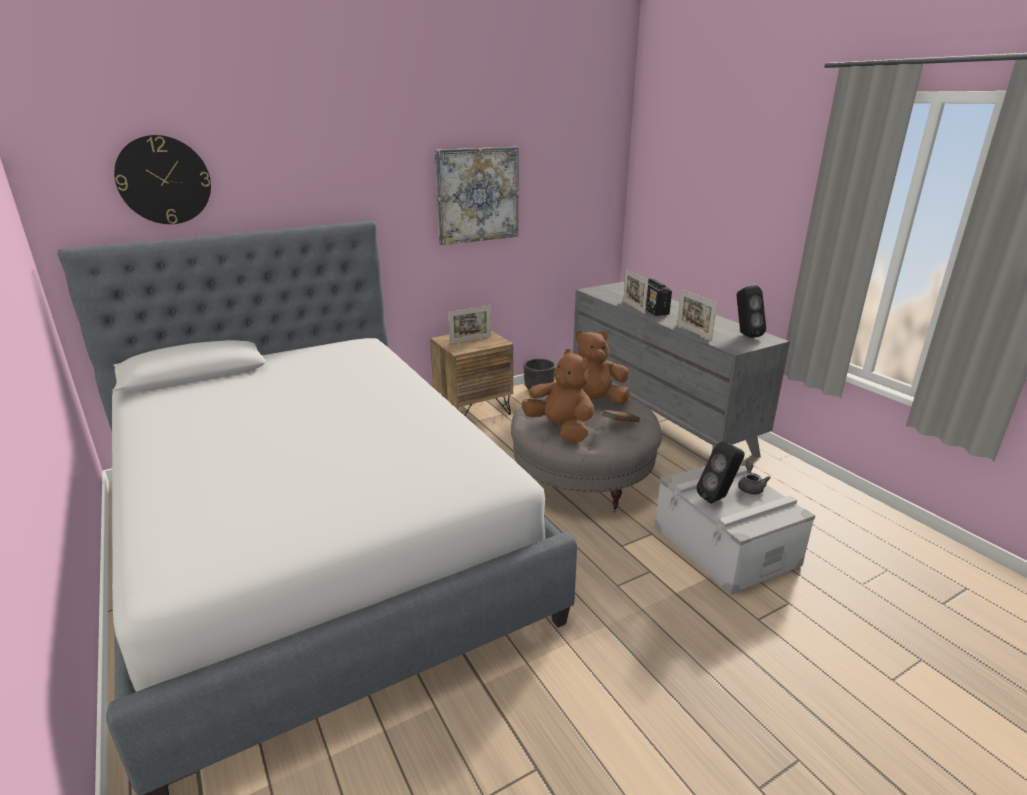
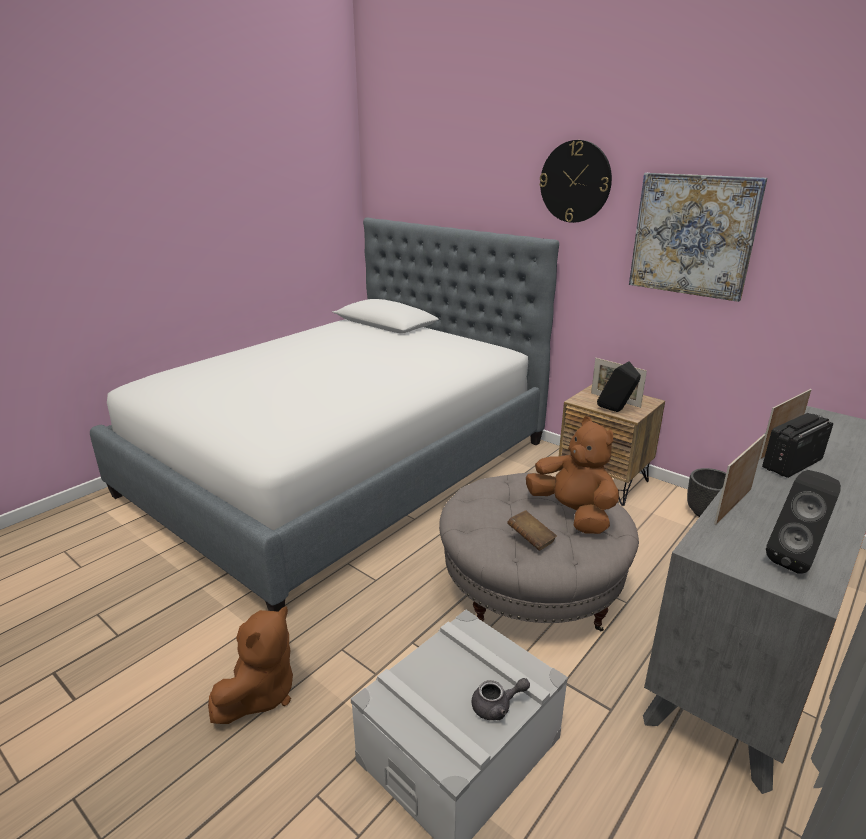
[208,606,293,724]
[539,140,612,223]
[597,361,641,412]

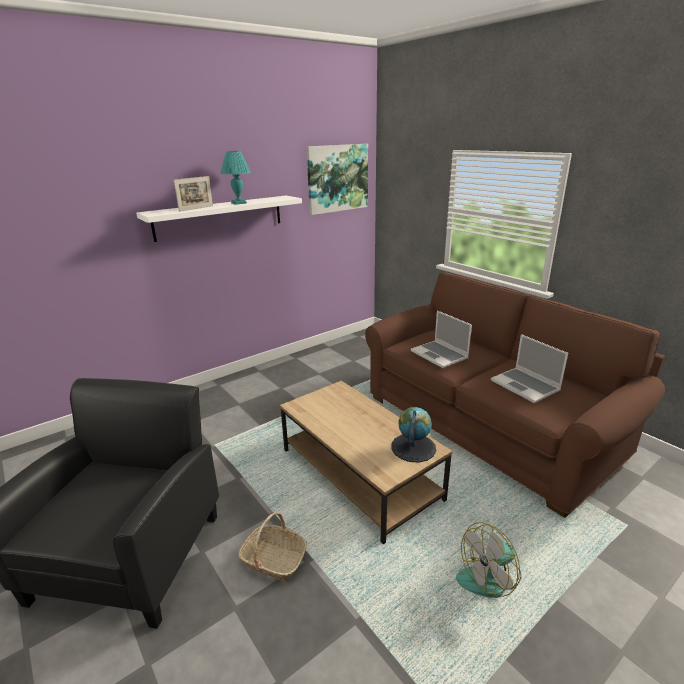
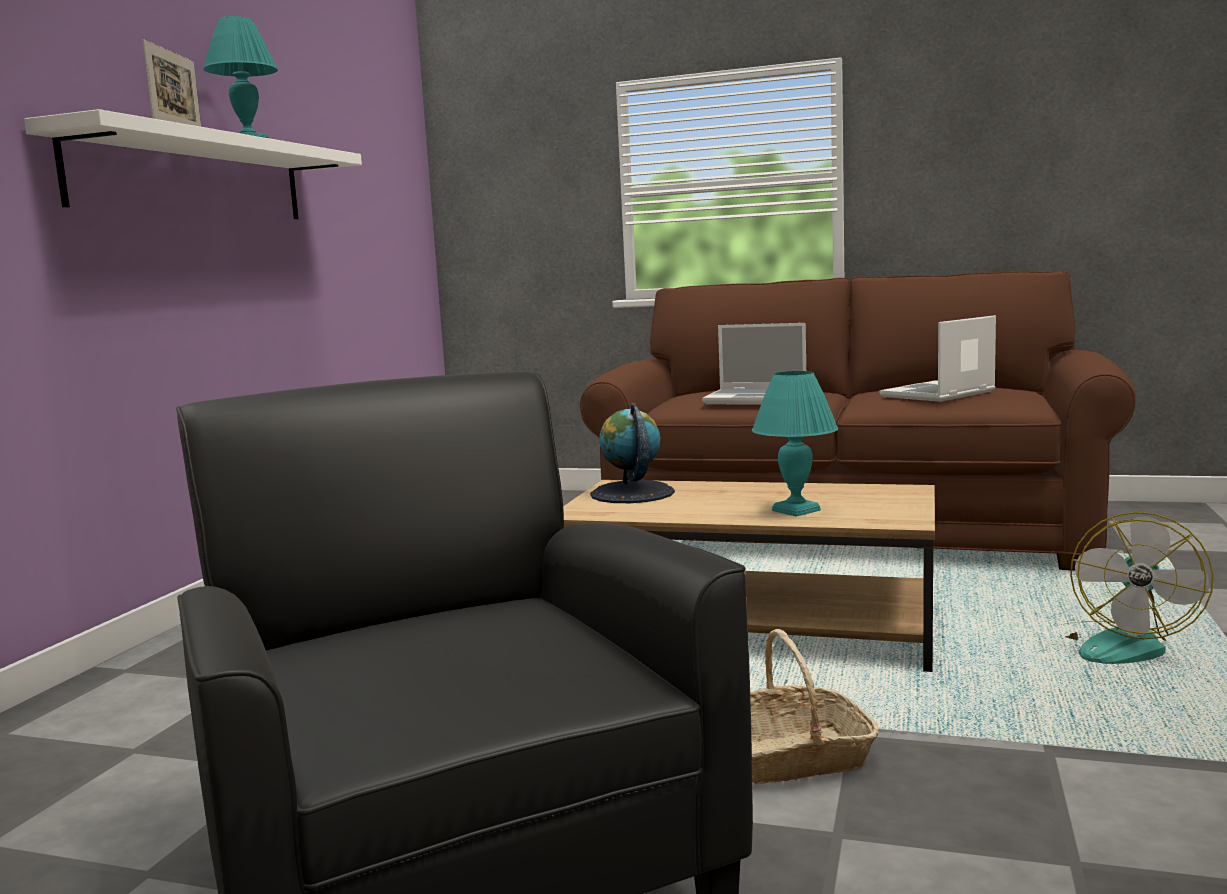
[590,403,675,503]
[752,371,838,517]
[880,315,996,402]
[306,144,368,215] (first image)

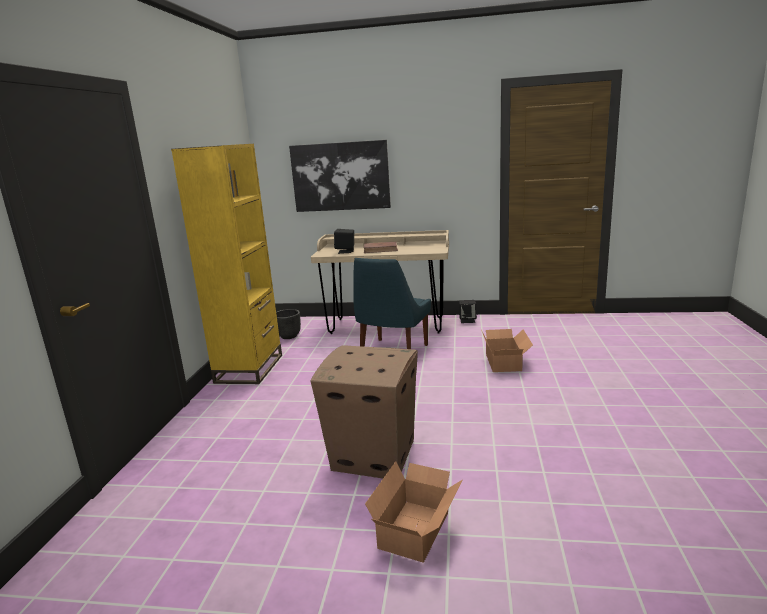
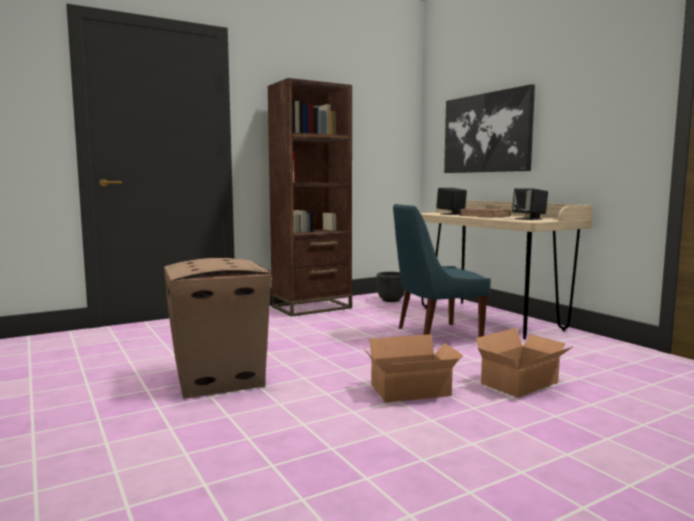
[267,78,352,317]
[364,334,463,403]
[512,188,548,220]

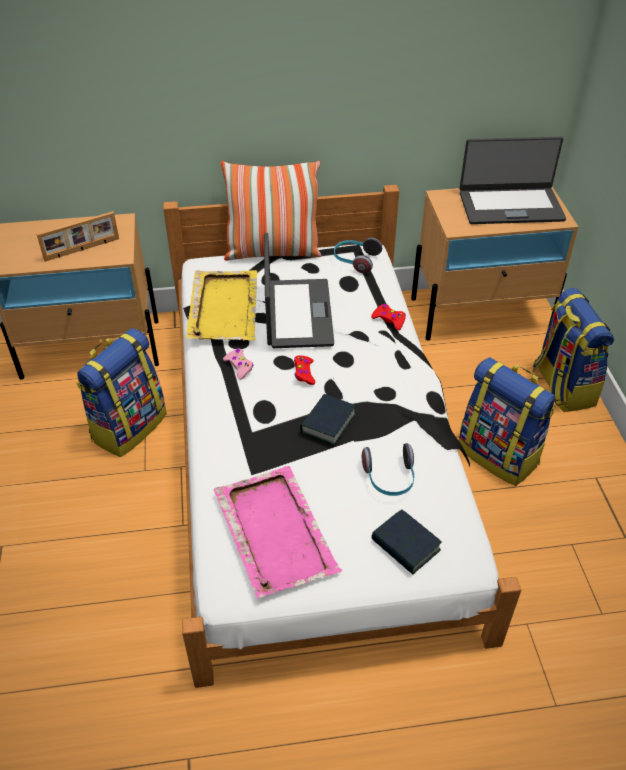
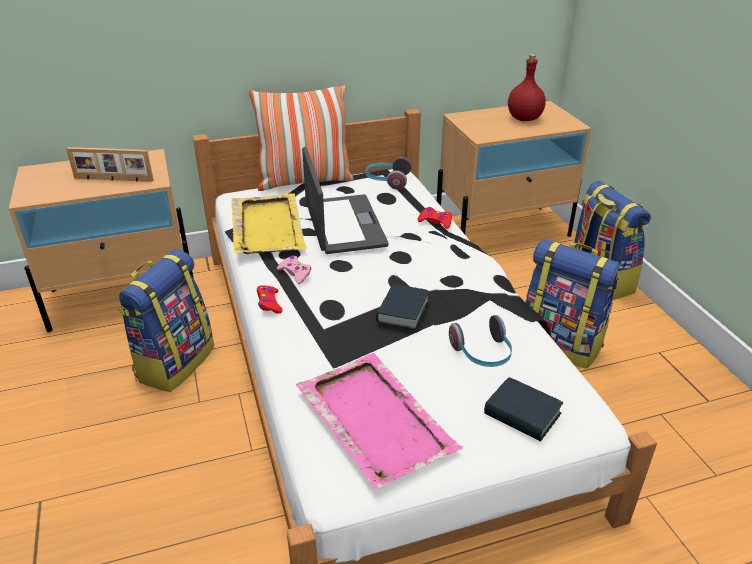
[66,147,154,182]
[257,286,282,314]
[508,54,546,121]

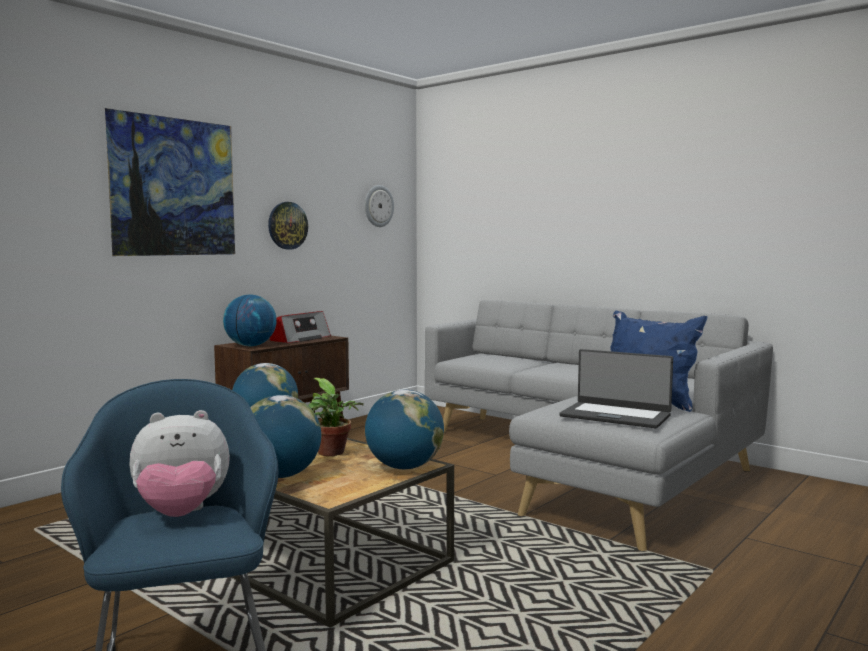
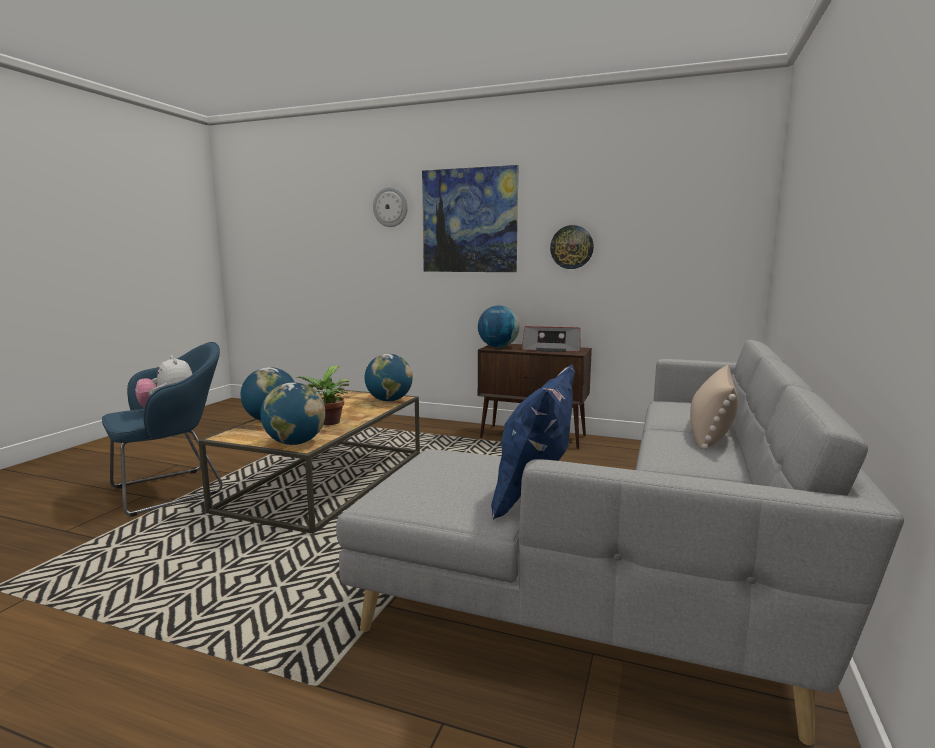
[373,187,408,227]
[690,365,738,450]
[560,349,673,428] (first image)

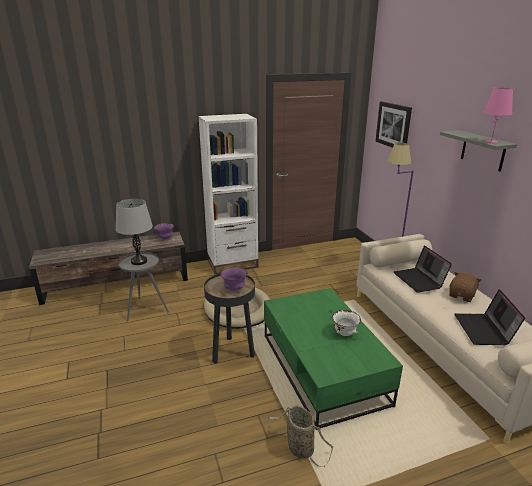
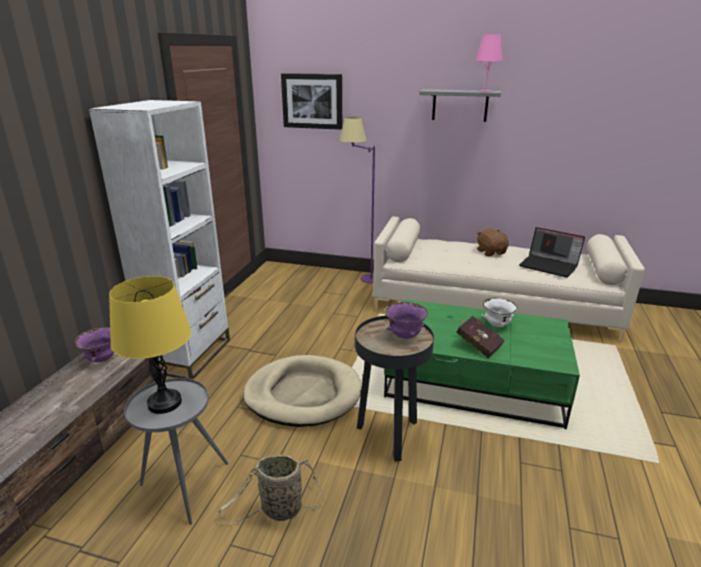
[109,276,191,414]
[217,455,324,523]
[456,316,505,358]
[394,245,452,293] (first image)

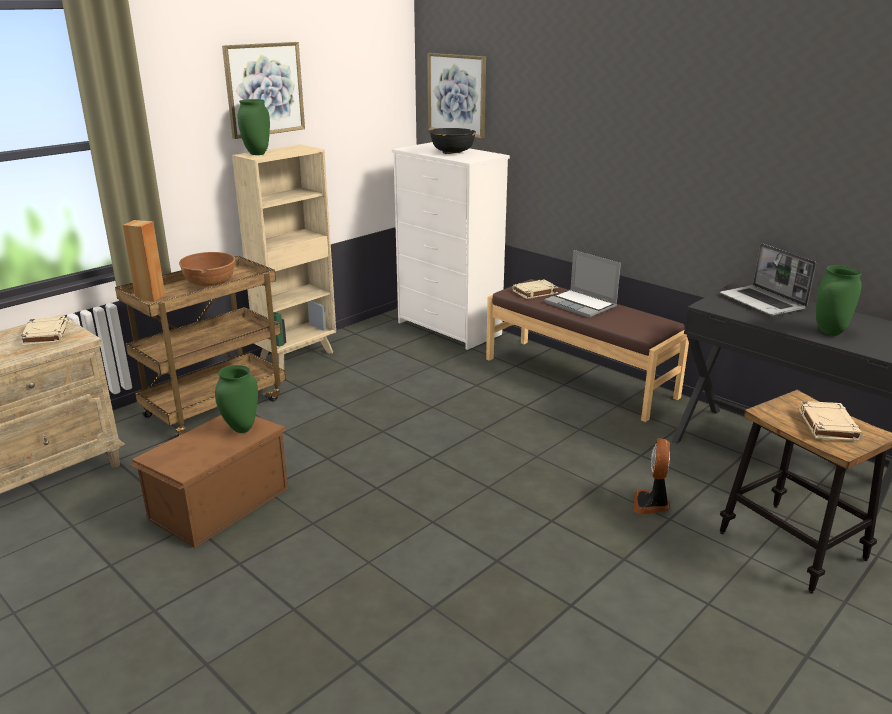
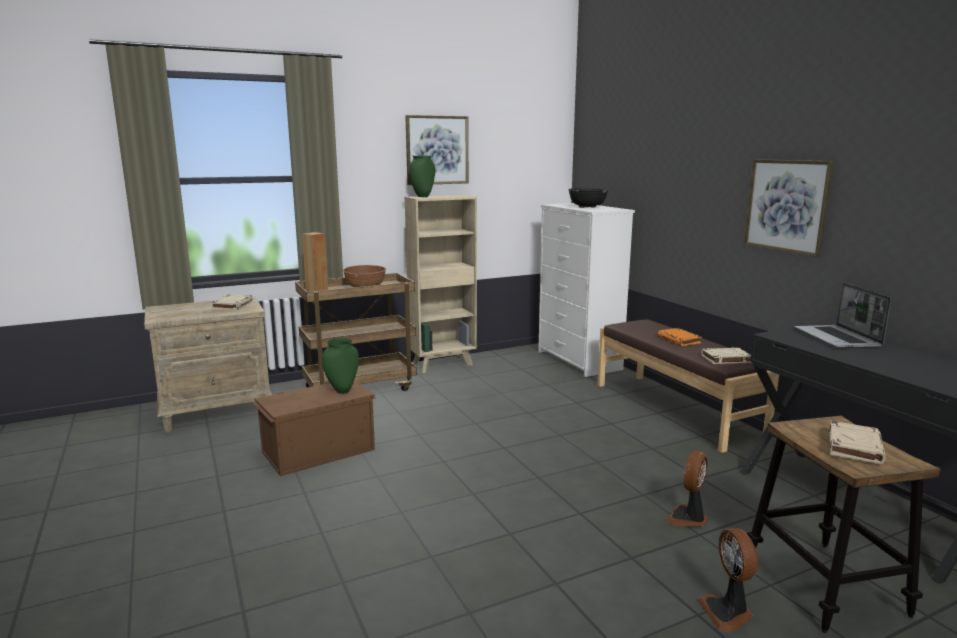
[657,328,702,346]
[697,528,758,632]
[701,348,751,364]
[744,159,834,257]
[816,265,861,336] (first image)

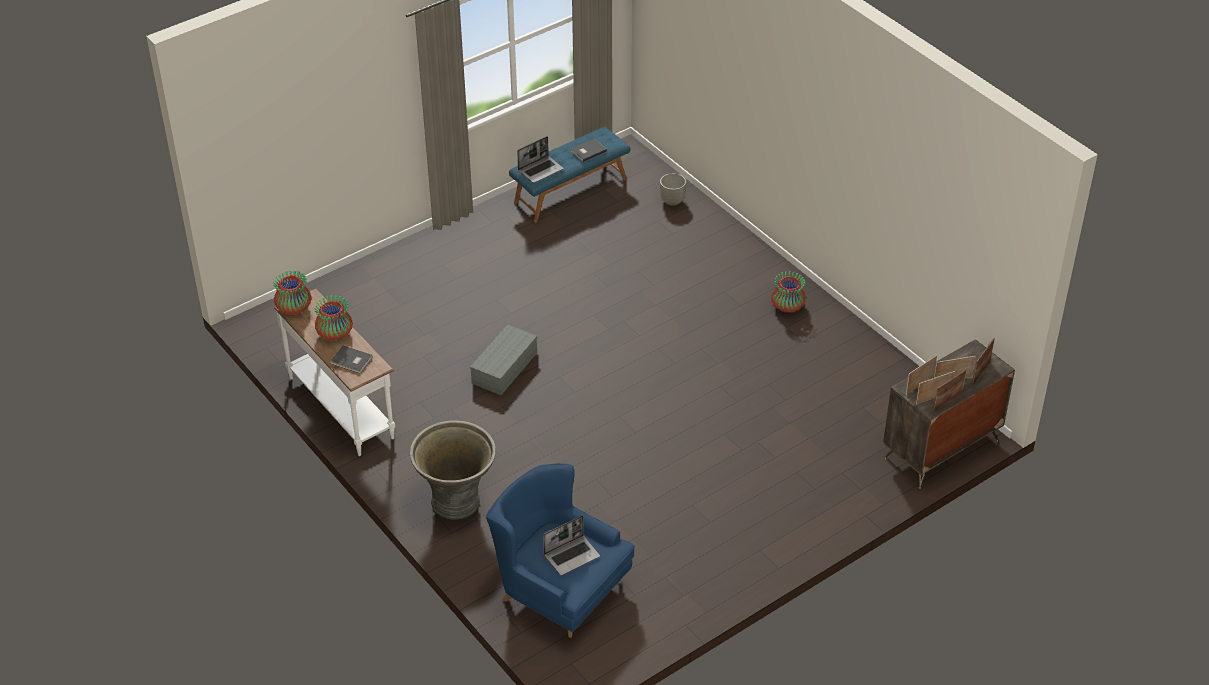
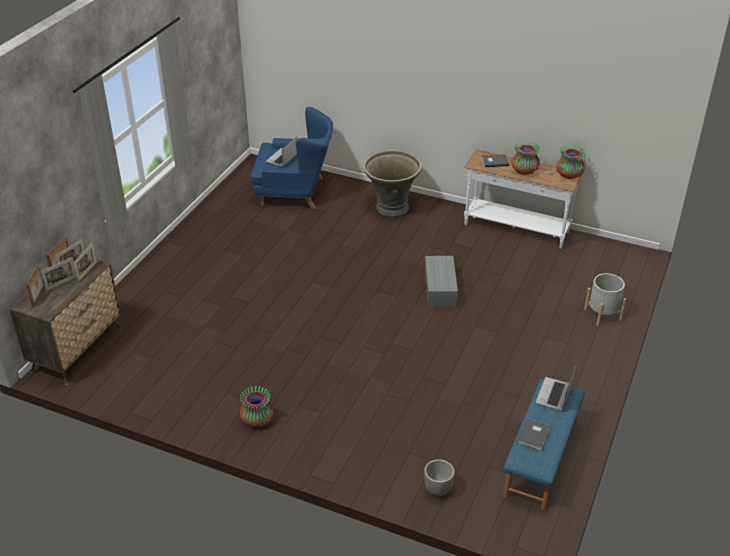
[584,273,626,326]

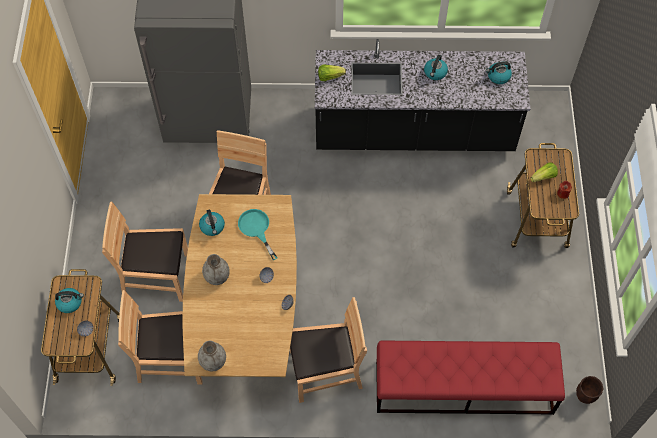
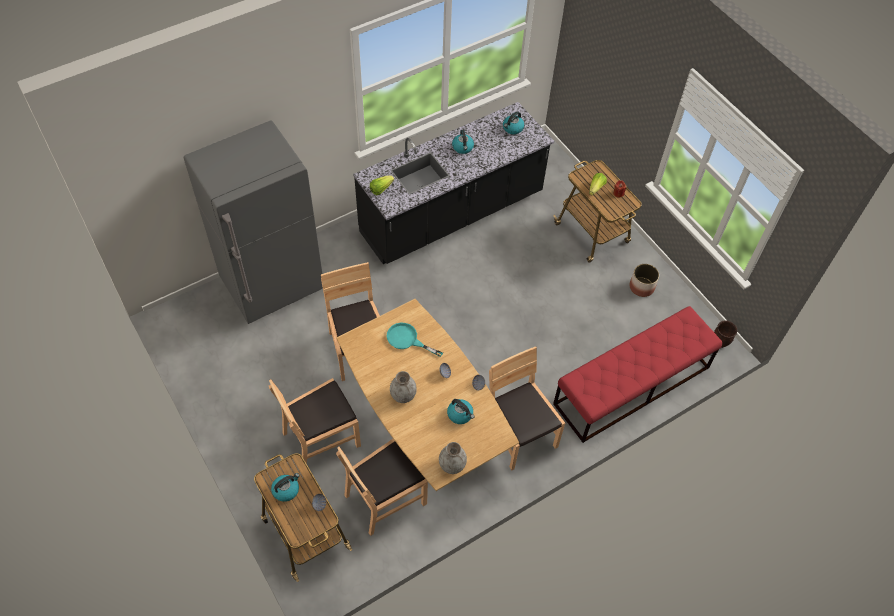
[447,399,475,424]
[489,346,565,471]
[629,264,659,297]

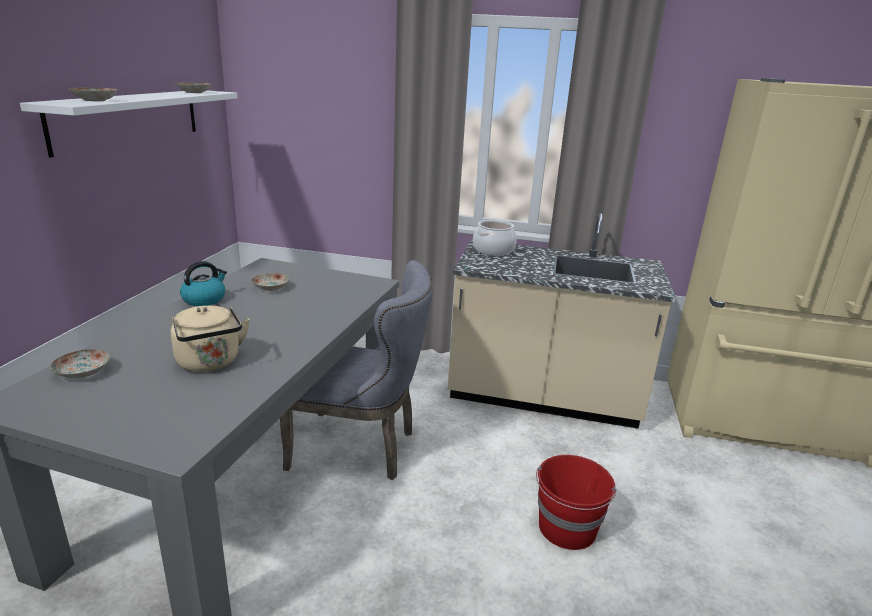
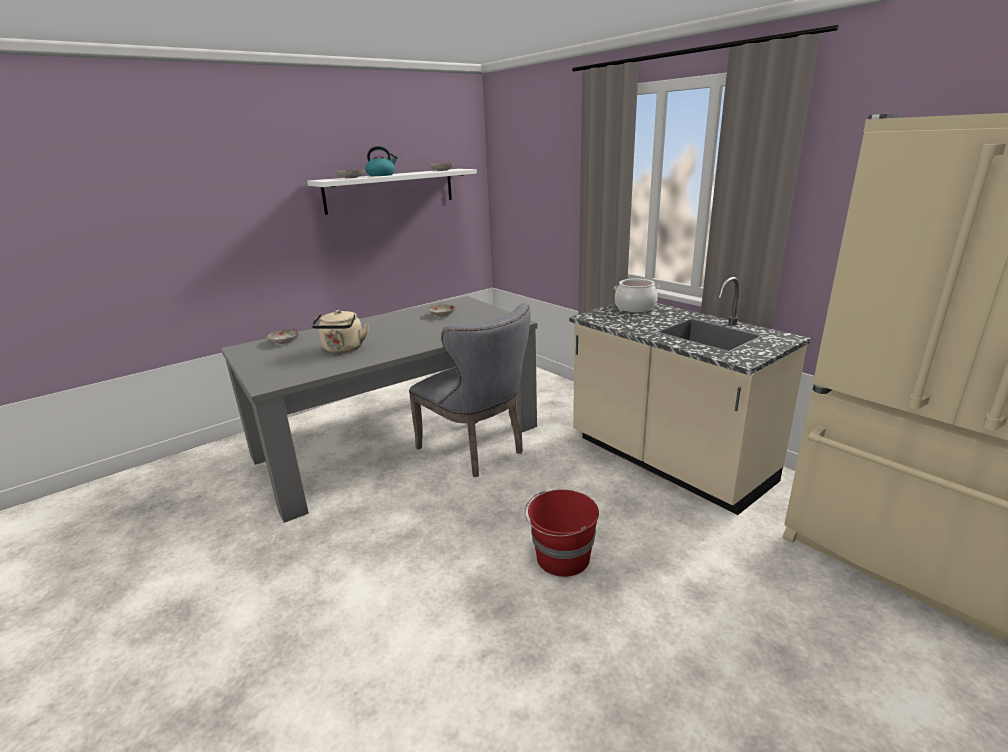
[366,146,398,176]

